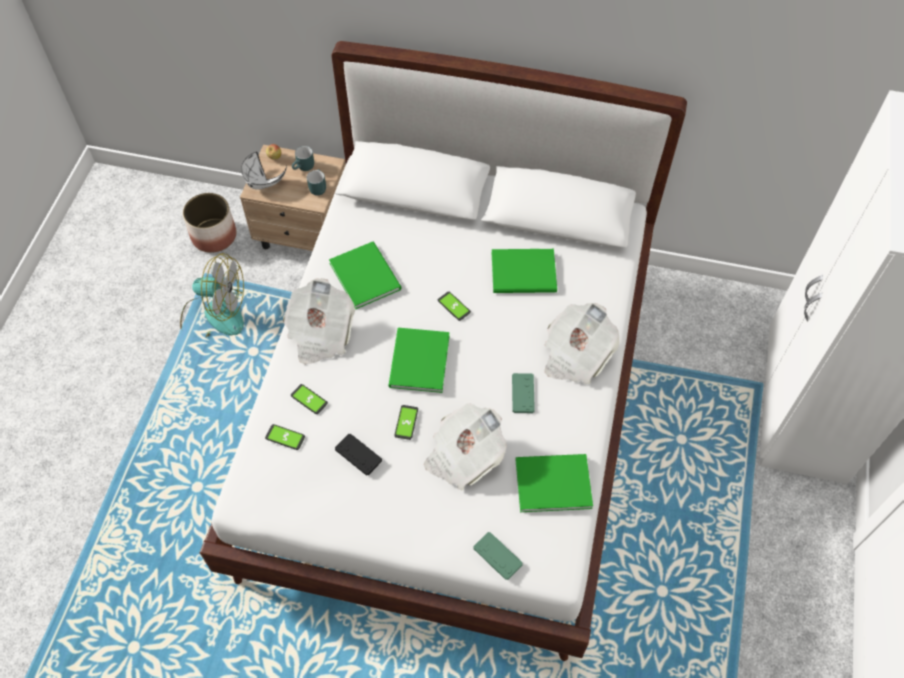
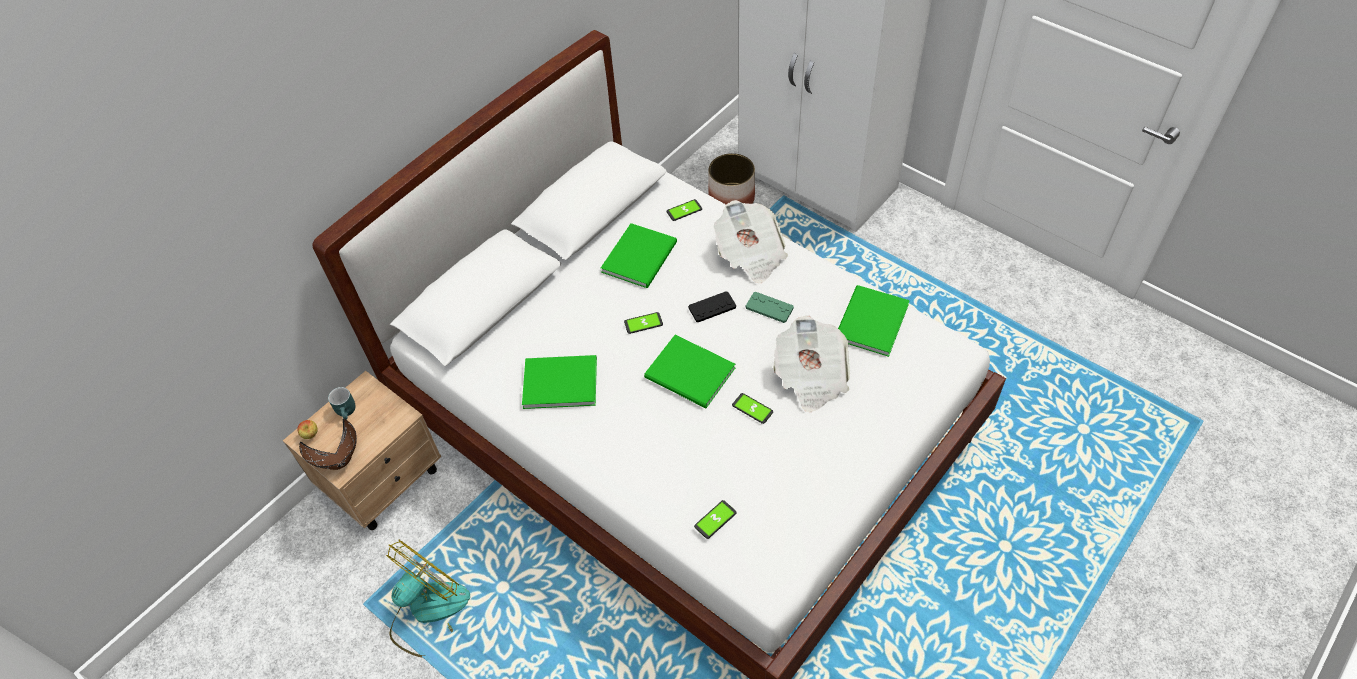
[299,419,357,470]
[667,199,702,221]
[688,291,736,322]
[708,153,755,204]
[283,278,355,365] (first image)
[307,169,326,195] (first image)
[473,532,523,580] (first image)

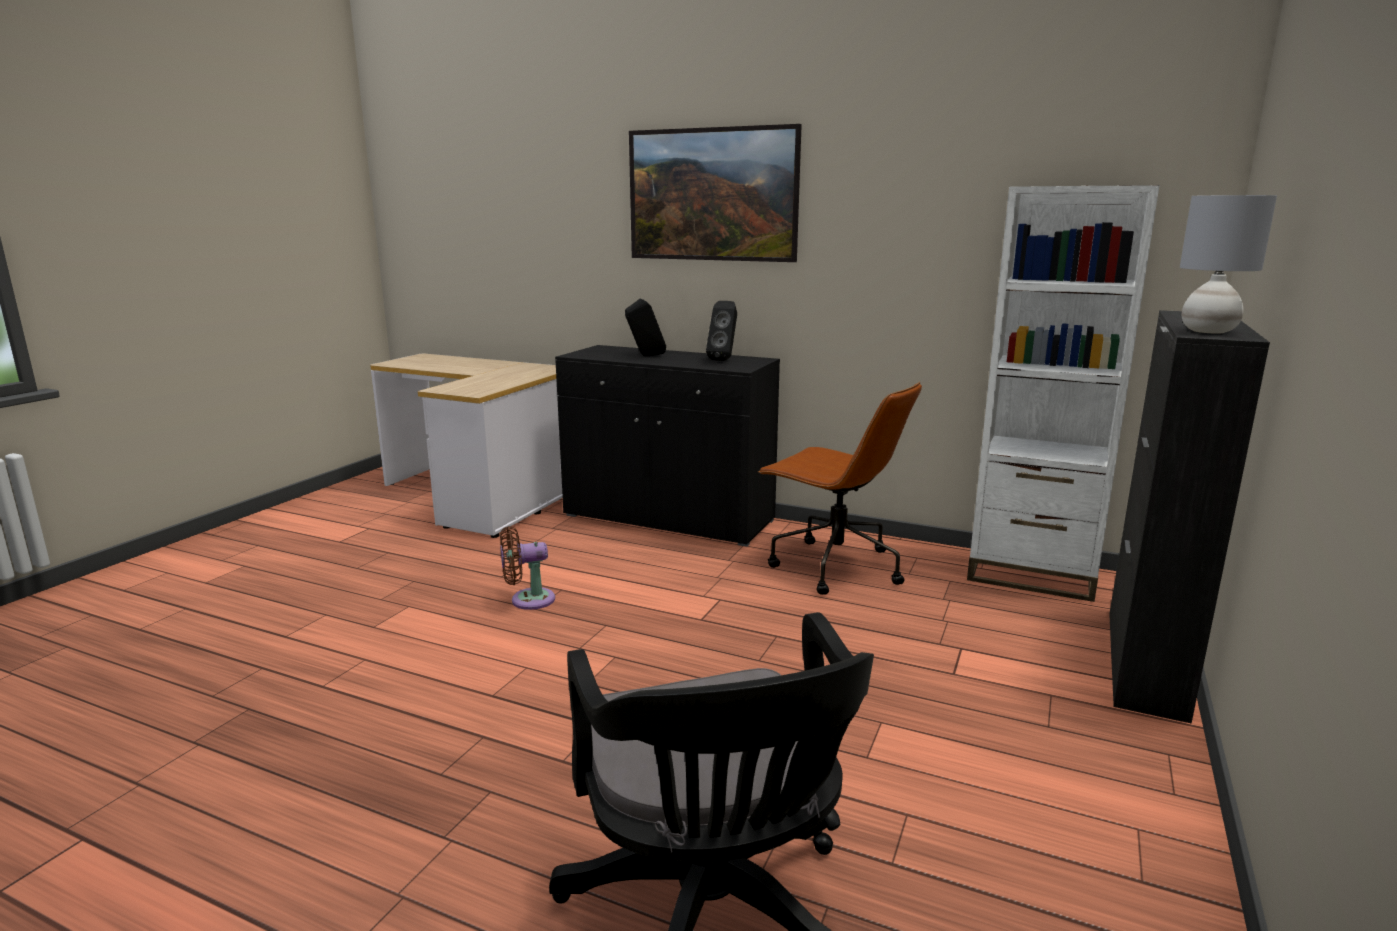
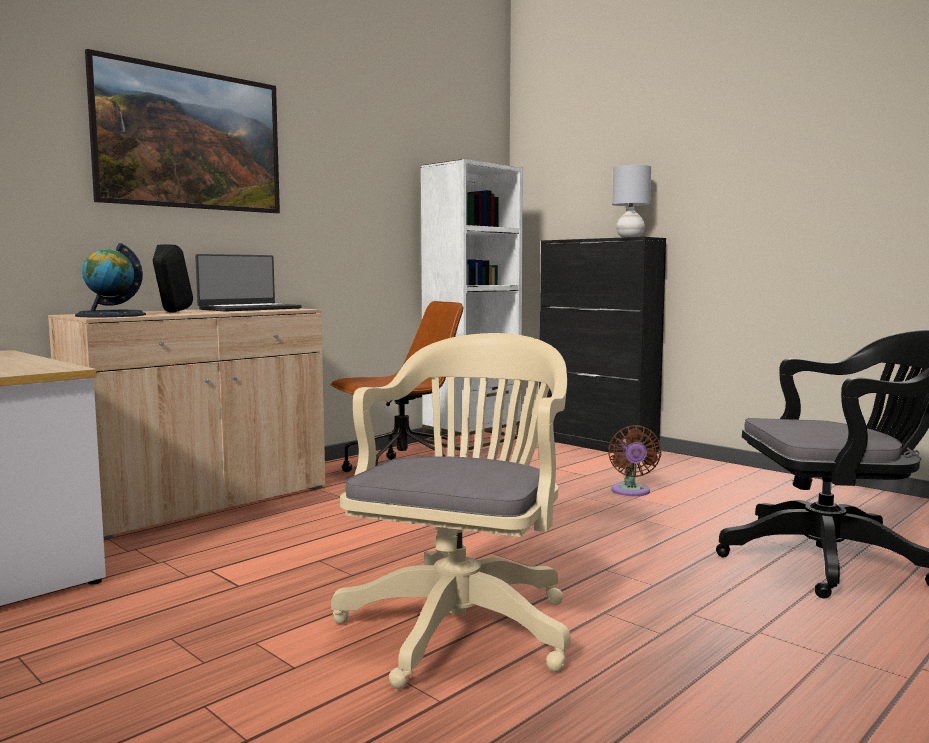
[48,308,325,540]
[75,243,146,317]
[195,254,302,312]
[331,333,570,689]
[608,425,661,496]

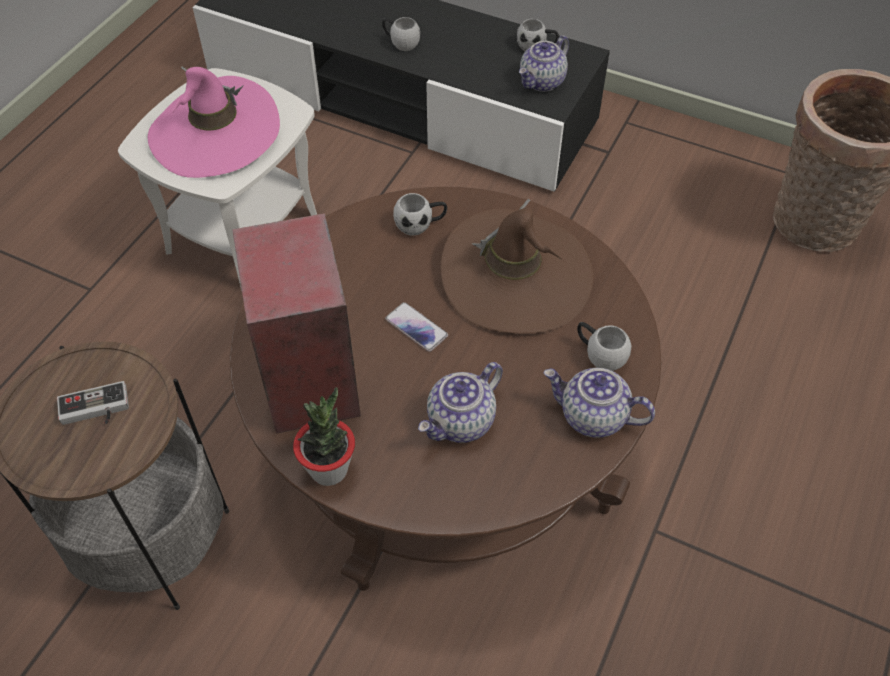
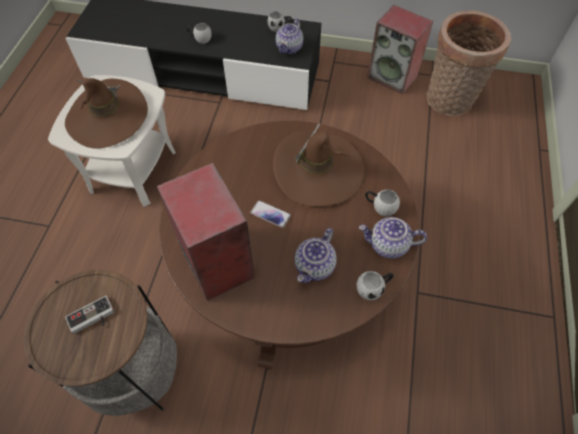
[65,78,148,148]
[357,271,394,300]
[367,5,433,94]
[293,387,355,486] (first image)

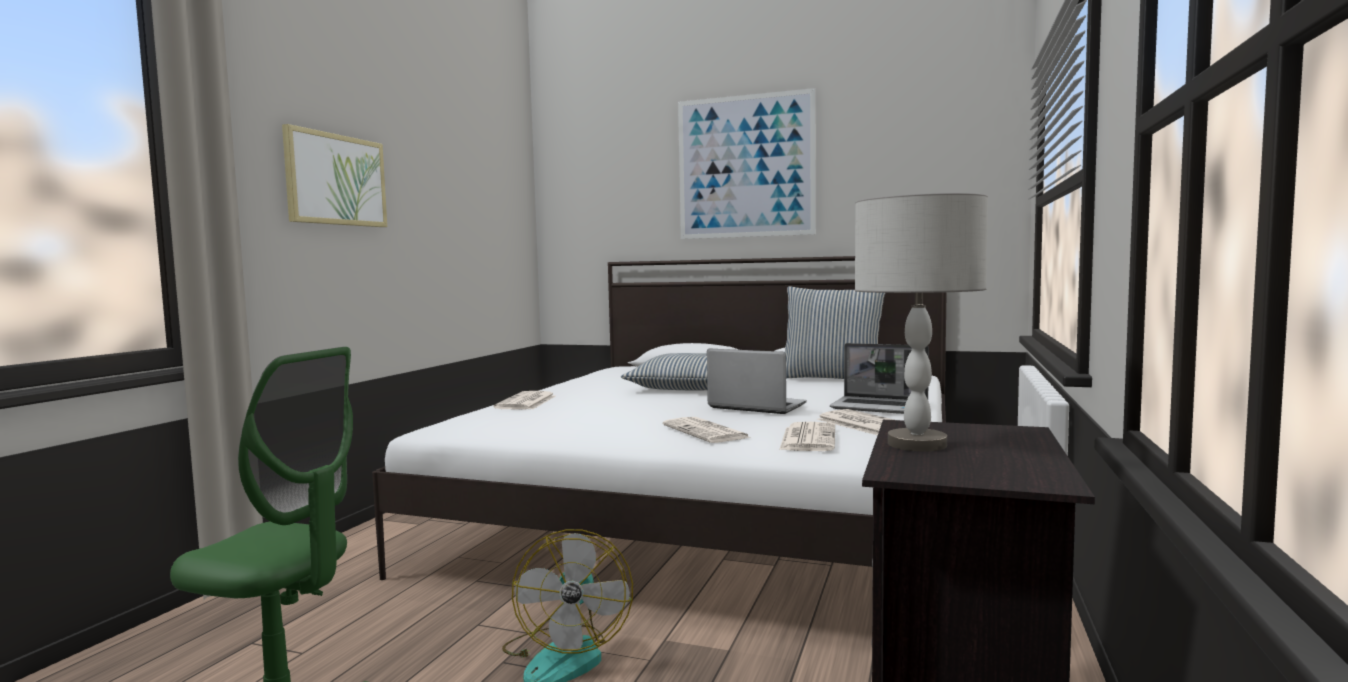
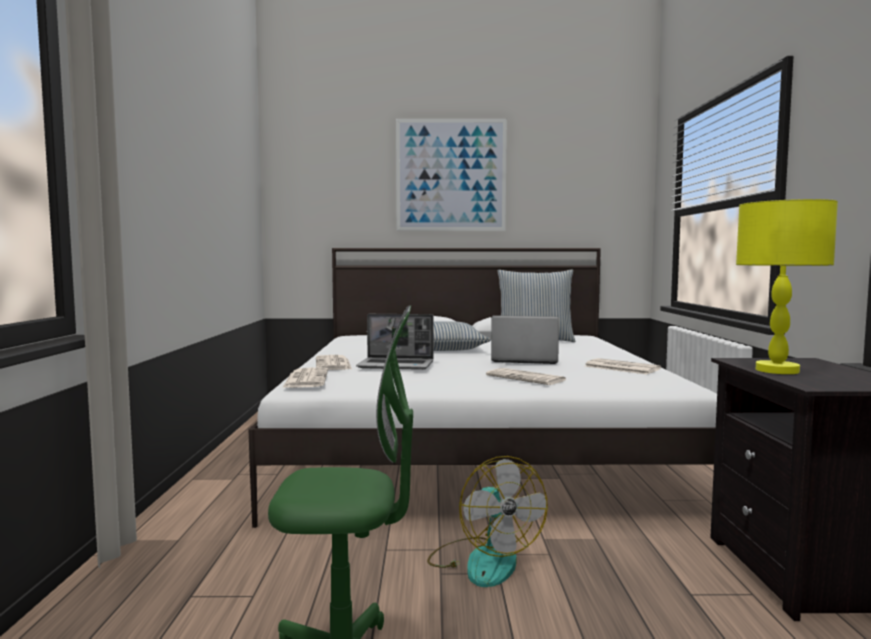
[282,368,328,388]
[356,314,434,370]
[736,199,838,374]
[282,124,387,227] (first image)

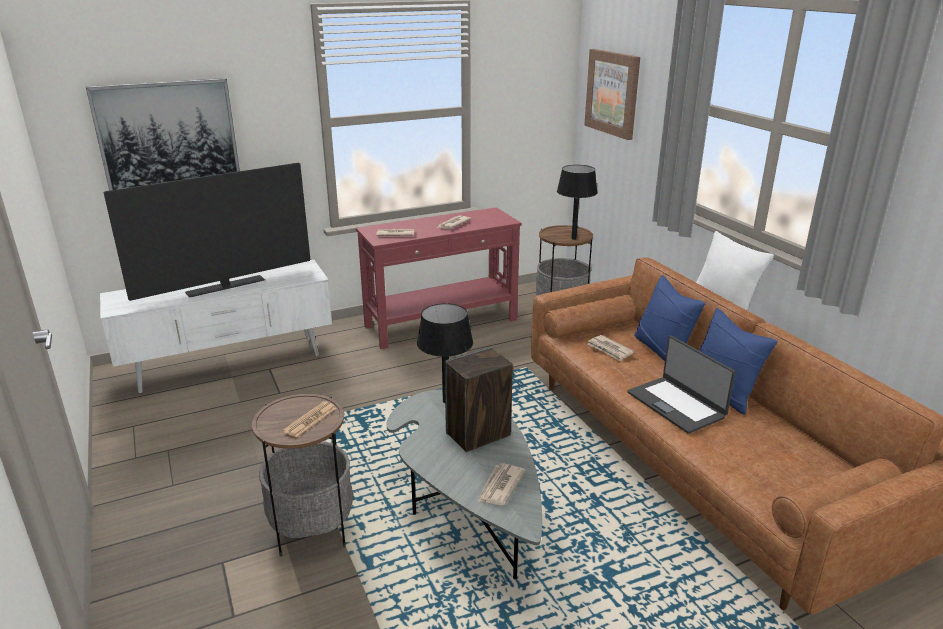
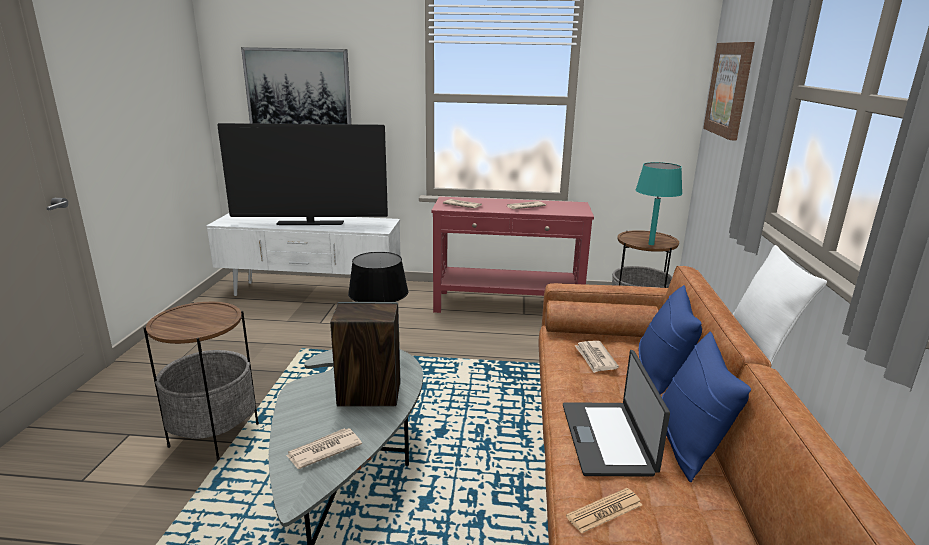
[566,488,642,534]
[635,162,682,245]

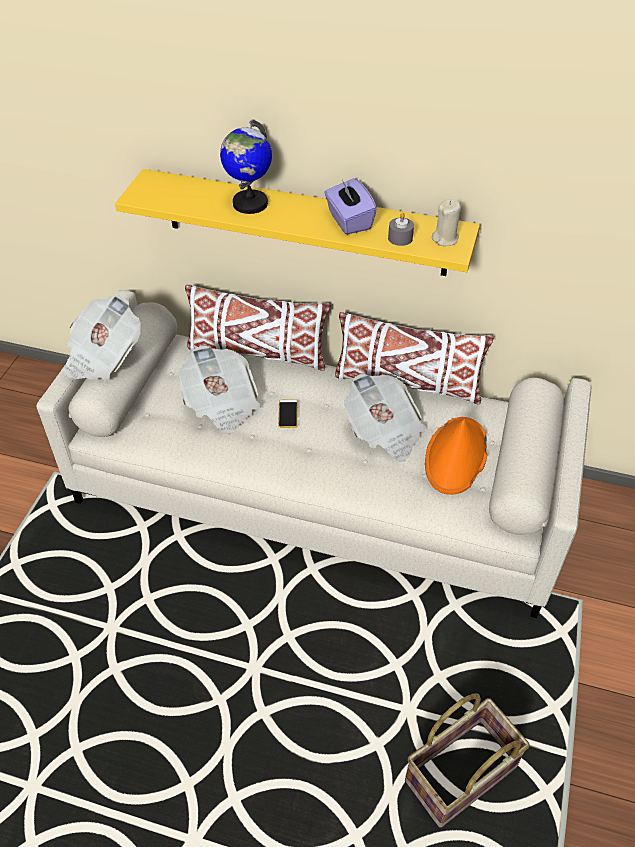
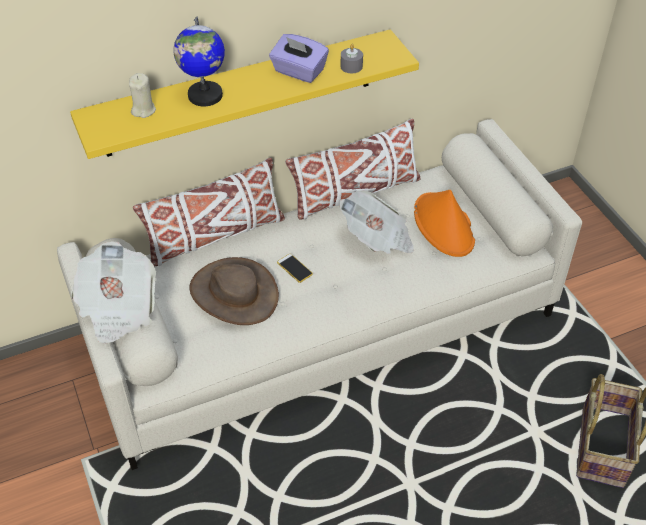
[129,73,156,118]
[189,257,279,325]

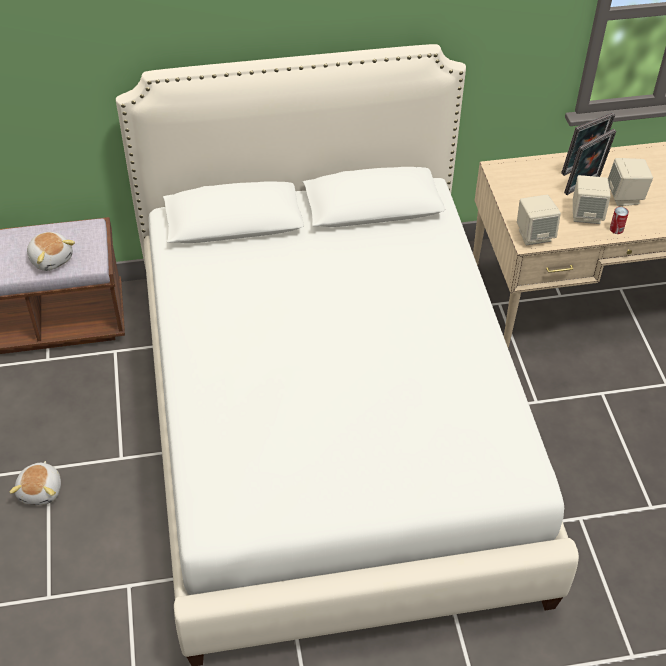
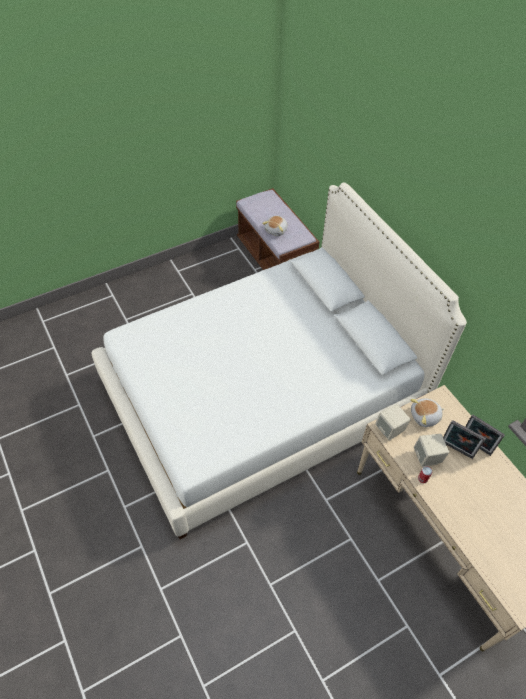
[410,398,444,427]
[608,158,653,206] (first image)

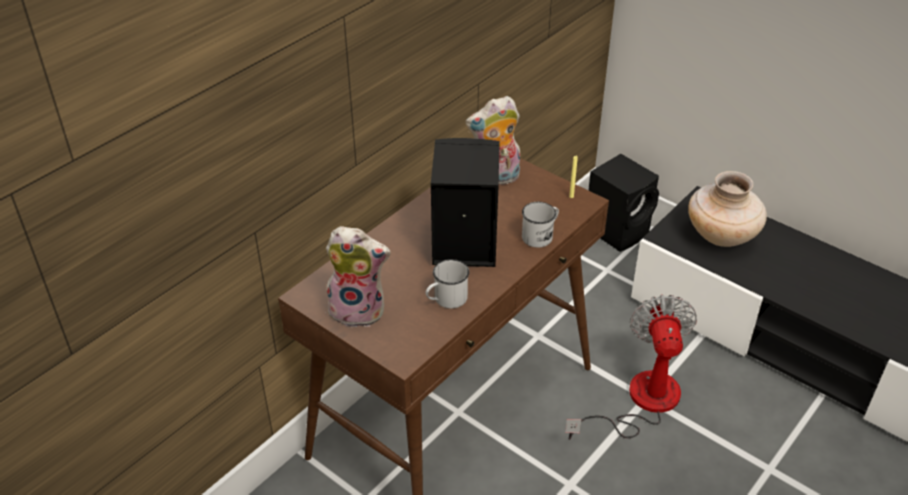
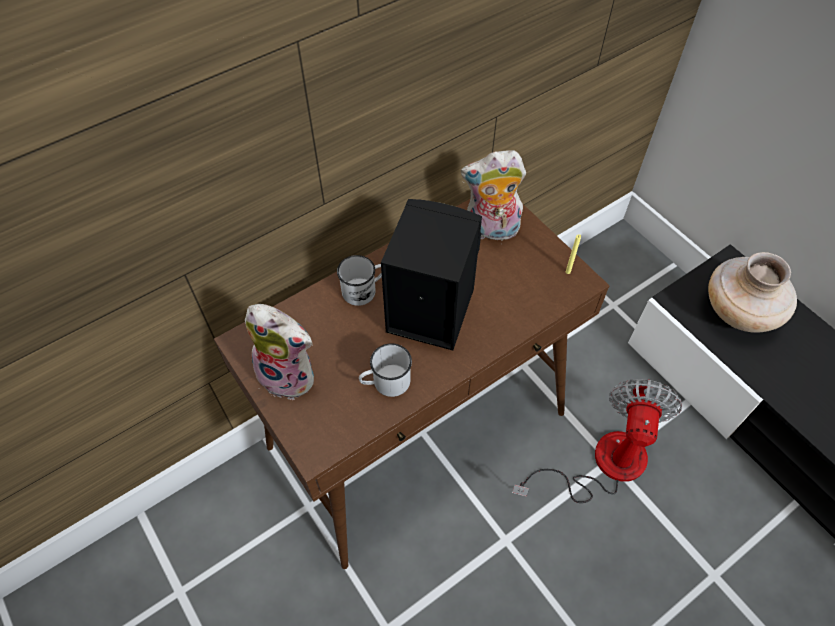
[337,255,382,306]
[588,154,659,252] (first image)

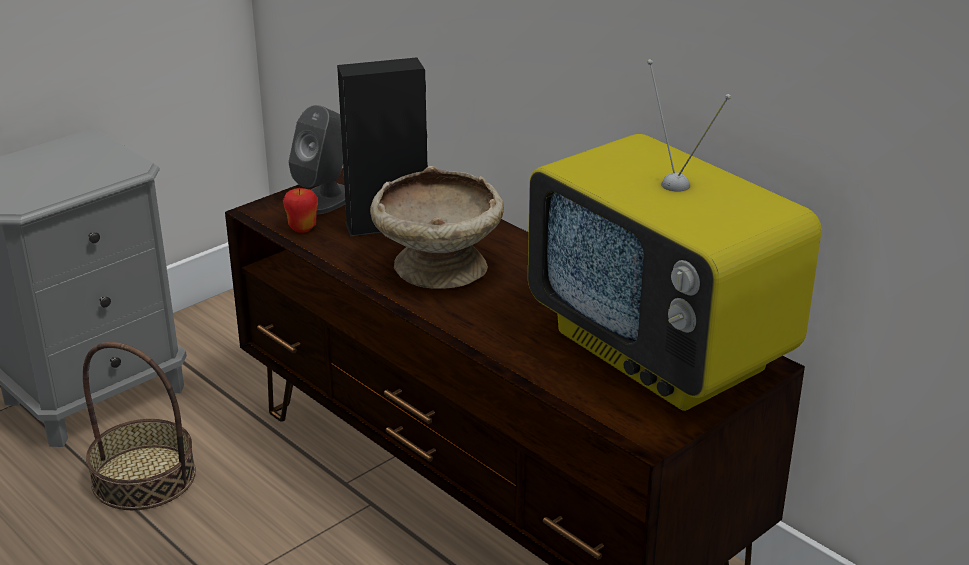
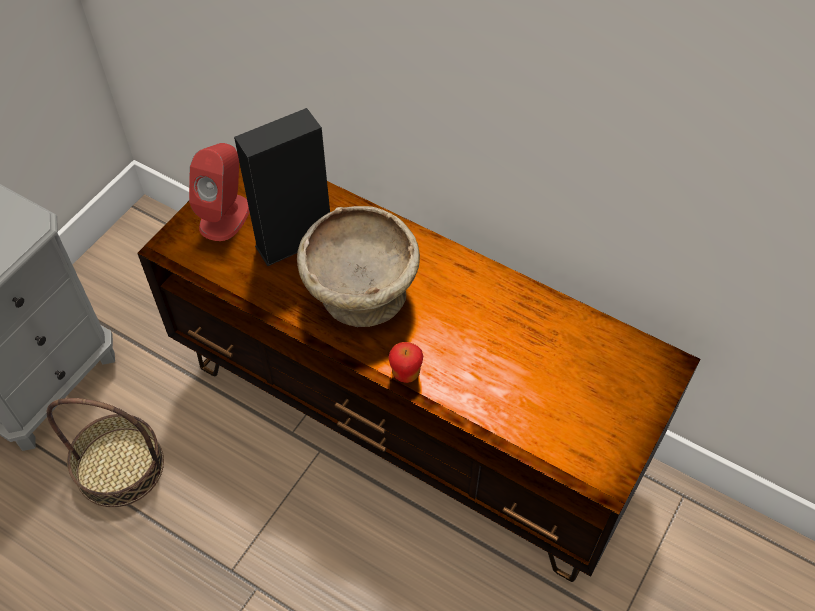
[189,143,249,241]
[388,342,423,383]
[528,59,821,411] (first image)

